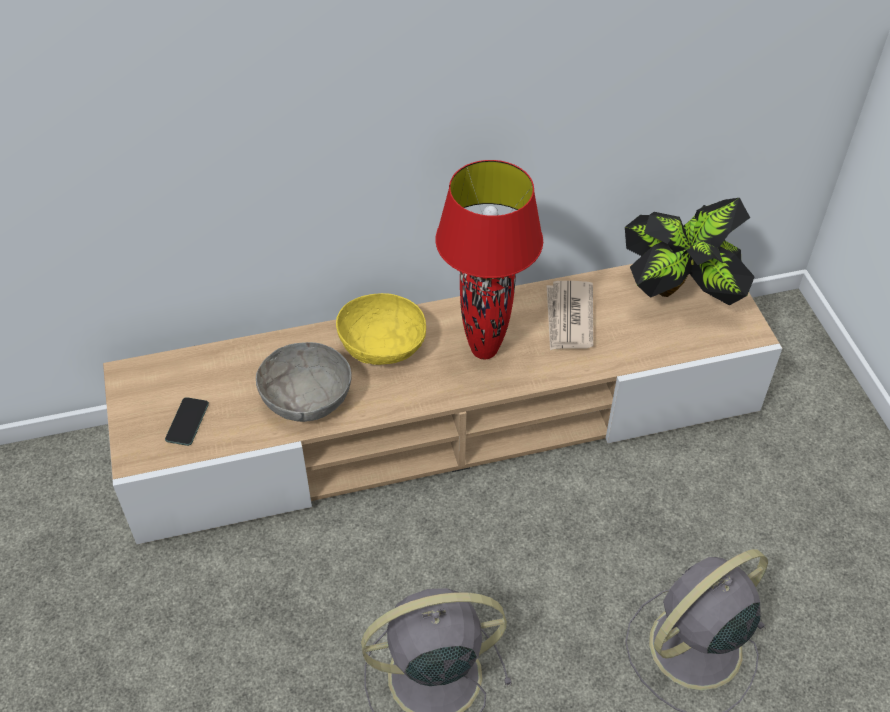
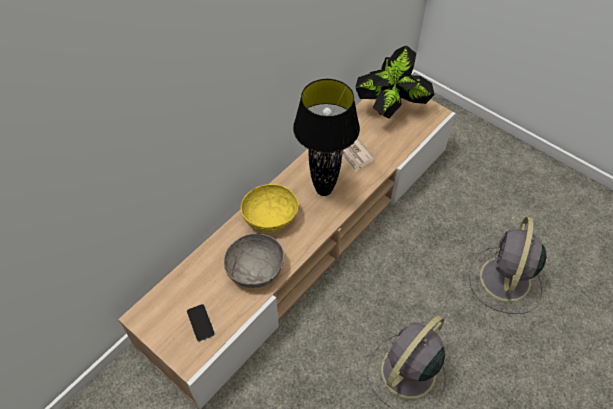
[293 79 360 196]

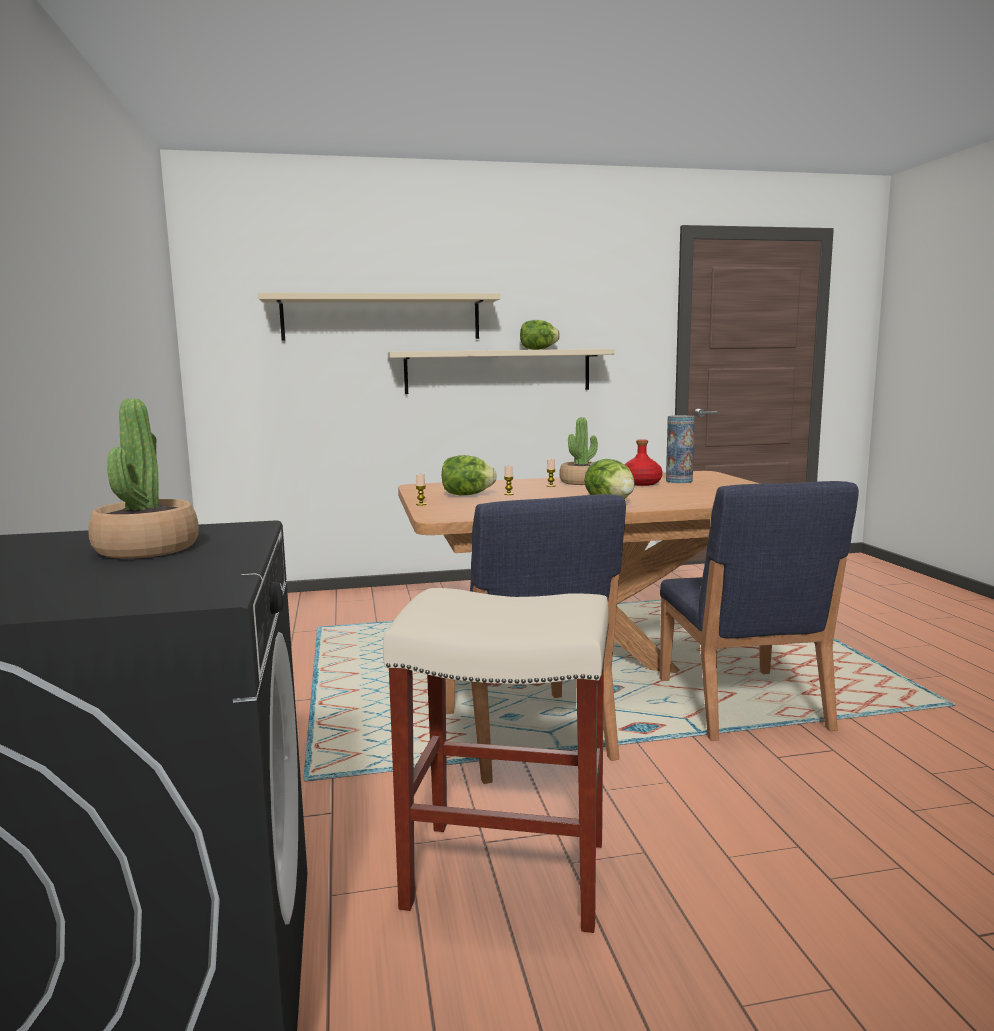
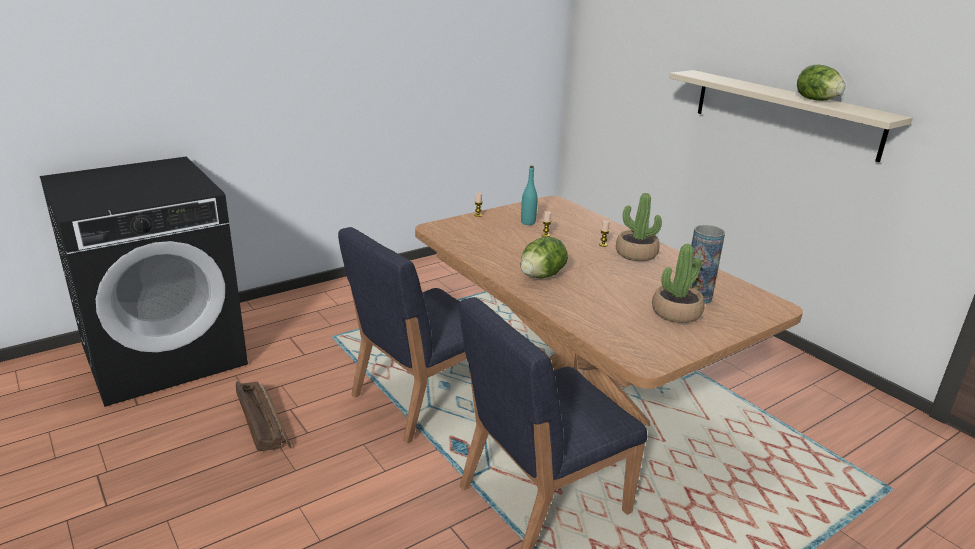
[258 293 500 341] (first image)
[625 439 662 486] (first image)
[652 244 705 323]
[236 381 292 451]
[521 166 537 225]

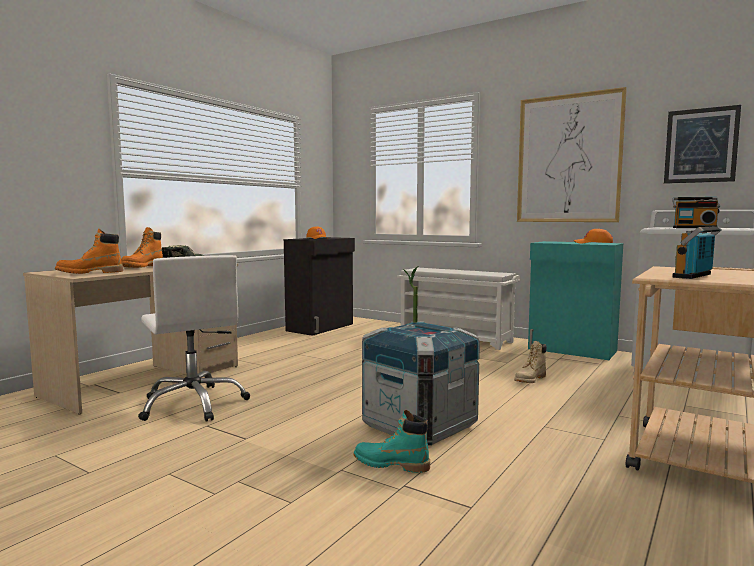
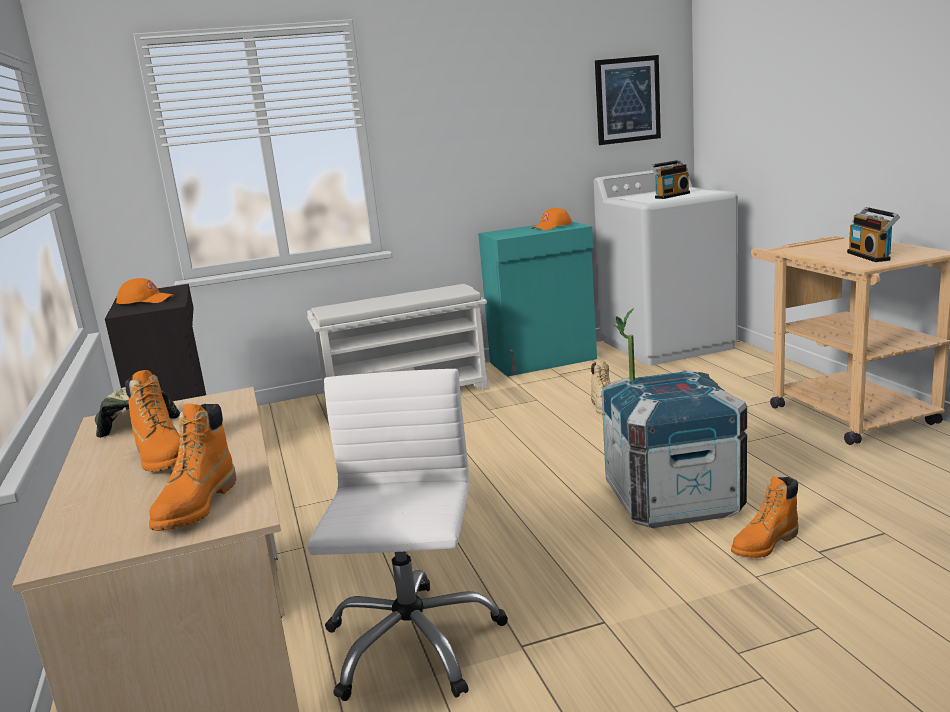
[517 87 627 222] (first image)
[731 477 799 558]
[307 369 508 701]

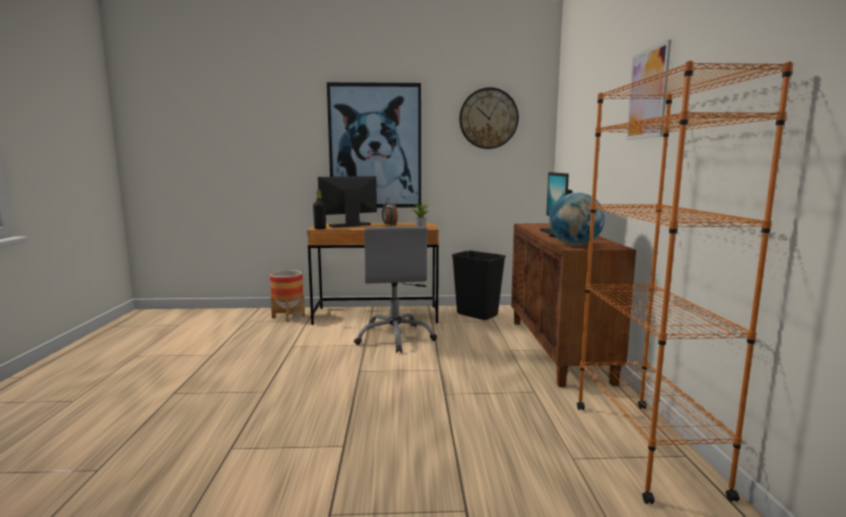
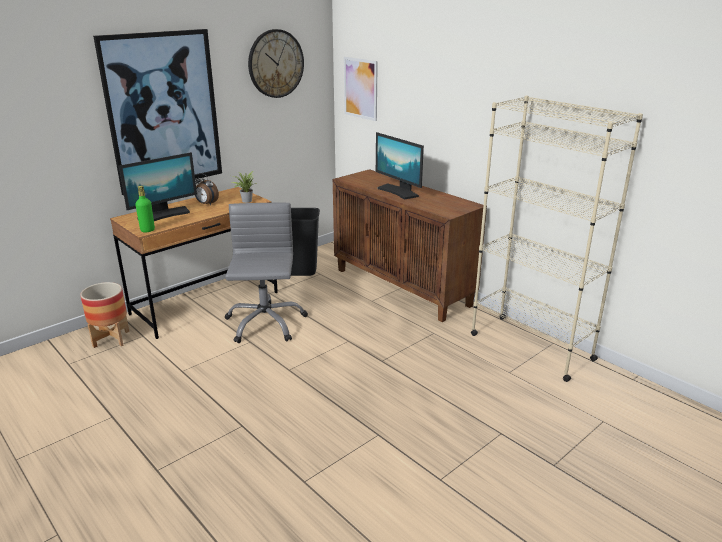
[549 193 605 246] (first image)
[344 57 378 121]
[135 186 155 232]
[471 96 643 382]
[119 152 197 221]
[224 203 308 343]

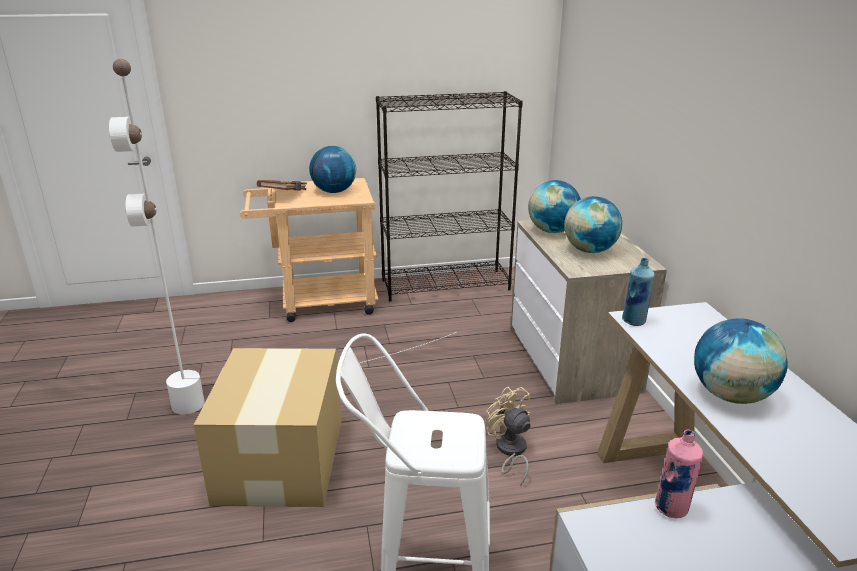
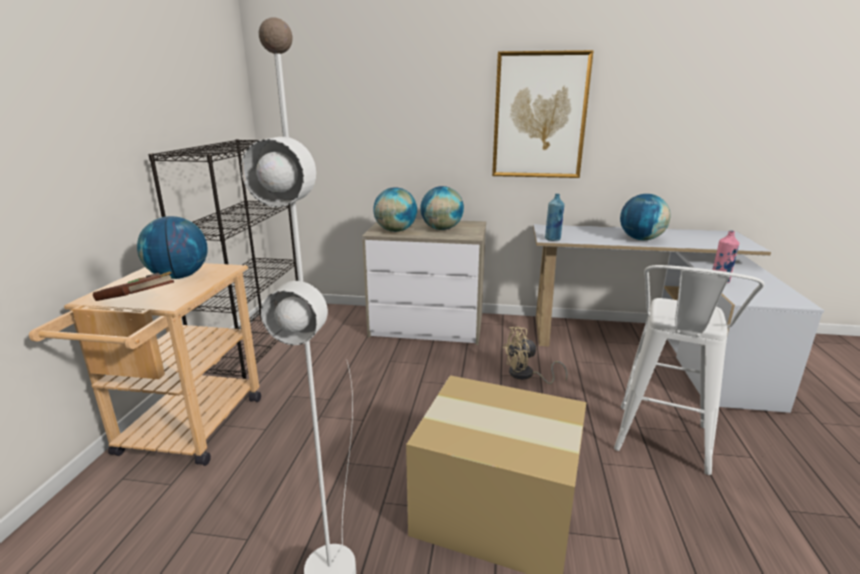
[492 50 594 178]

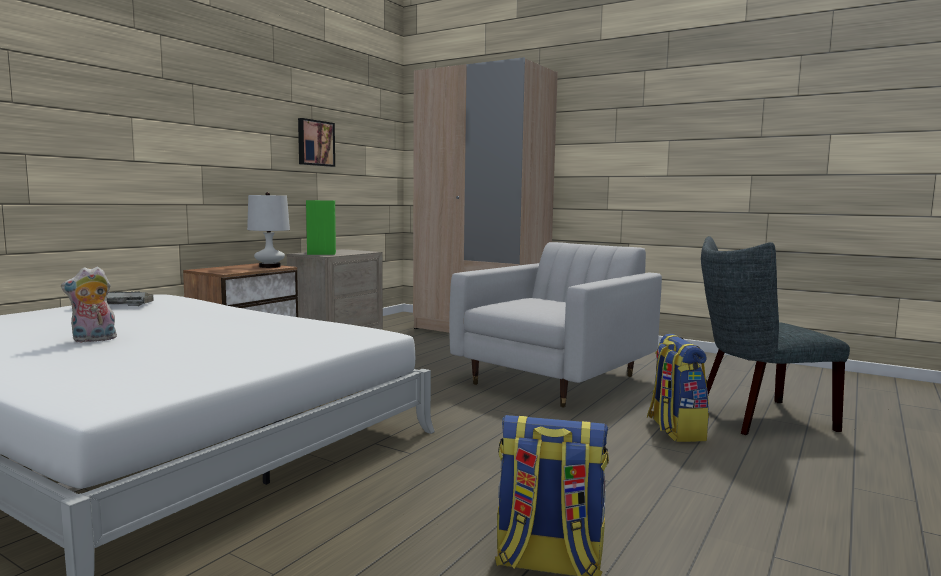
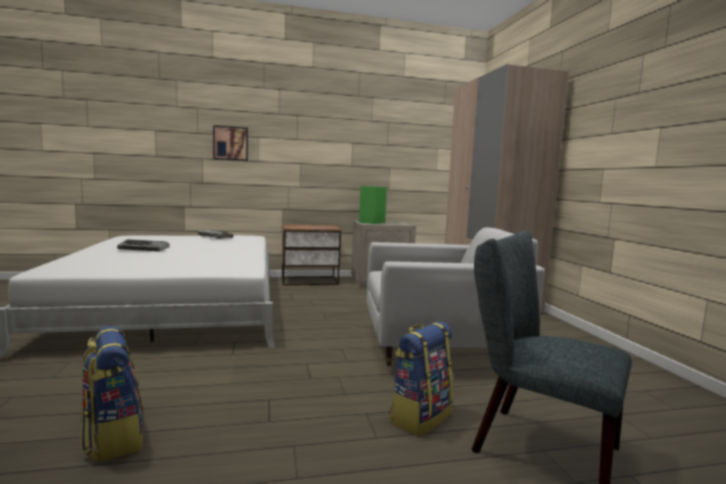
[247 192 290 268] (first image)
[213 125 248 161]
[117 239 170 252]

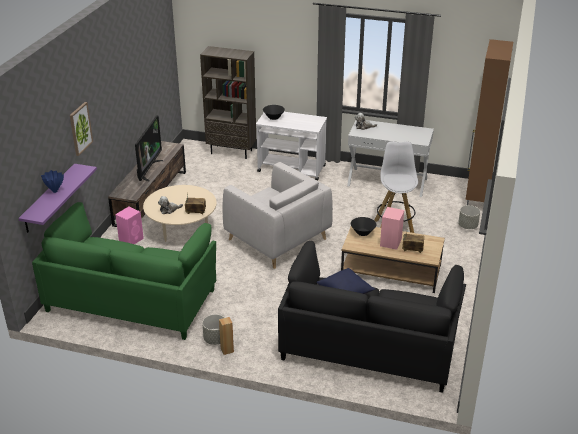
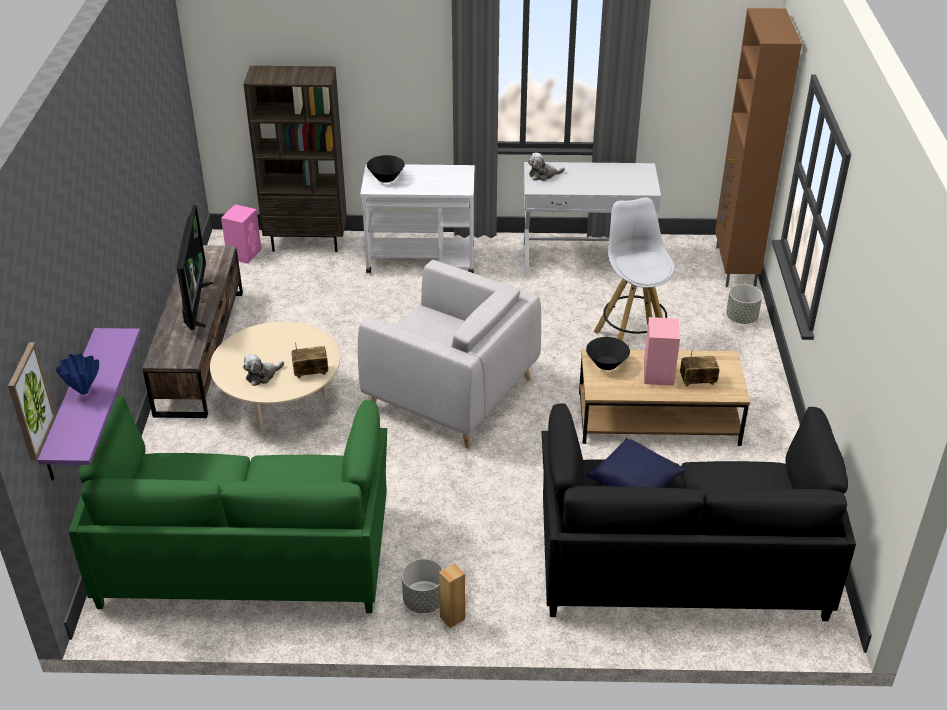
[8 342 56 460]
[221 204 262 264]

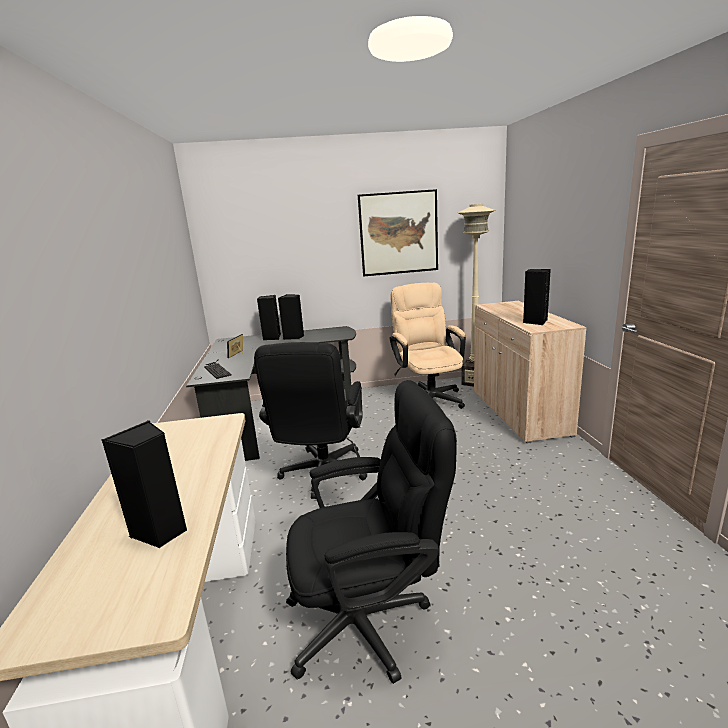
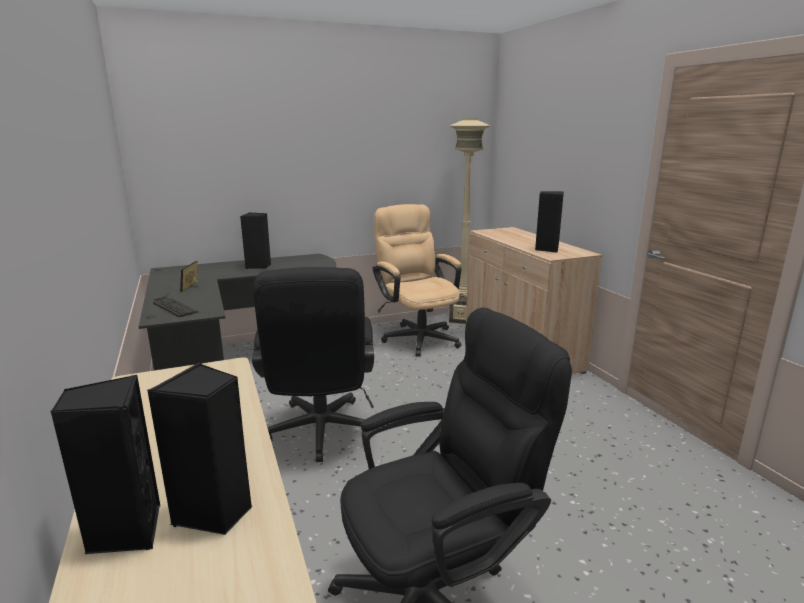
[358 189 438 276] (first image)
[51 375 160 555]

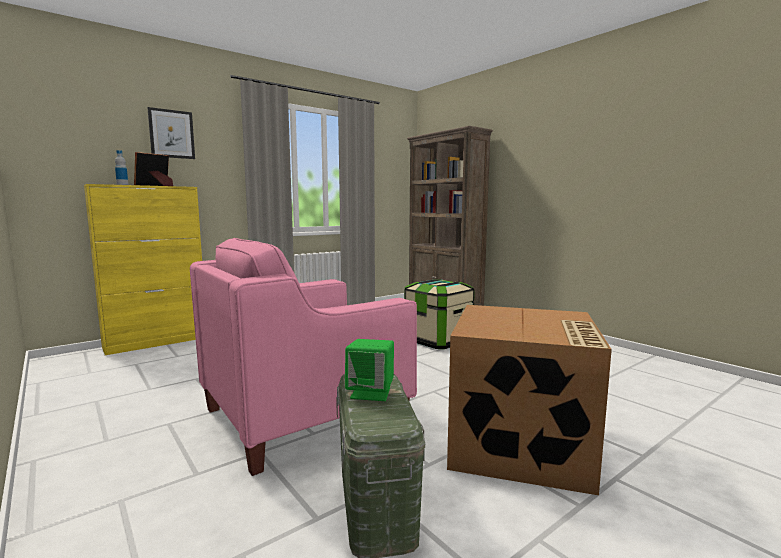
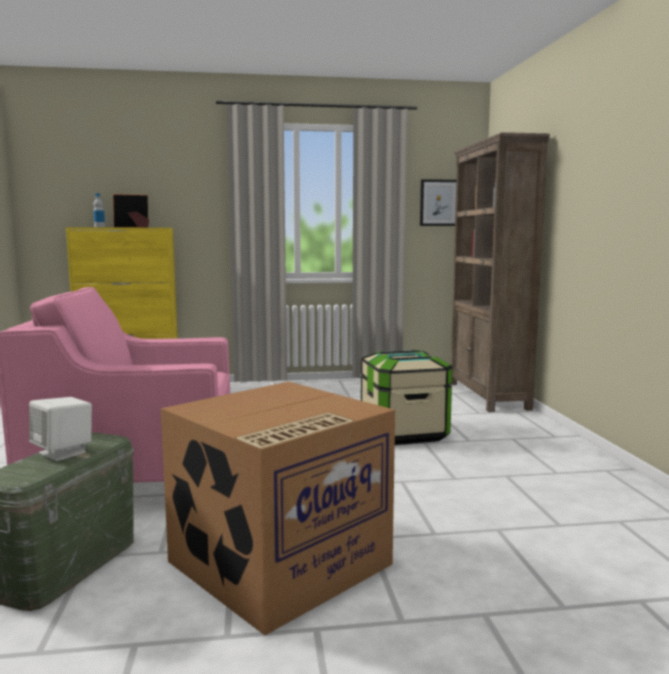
[420 179 456 226]
[29 397 92 461]

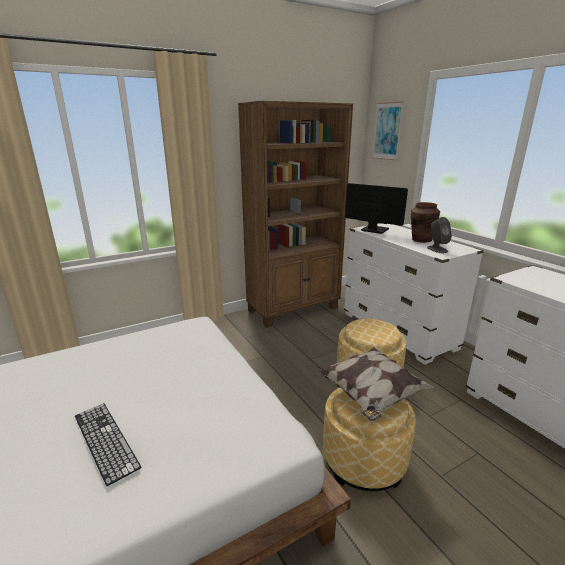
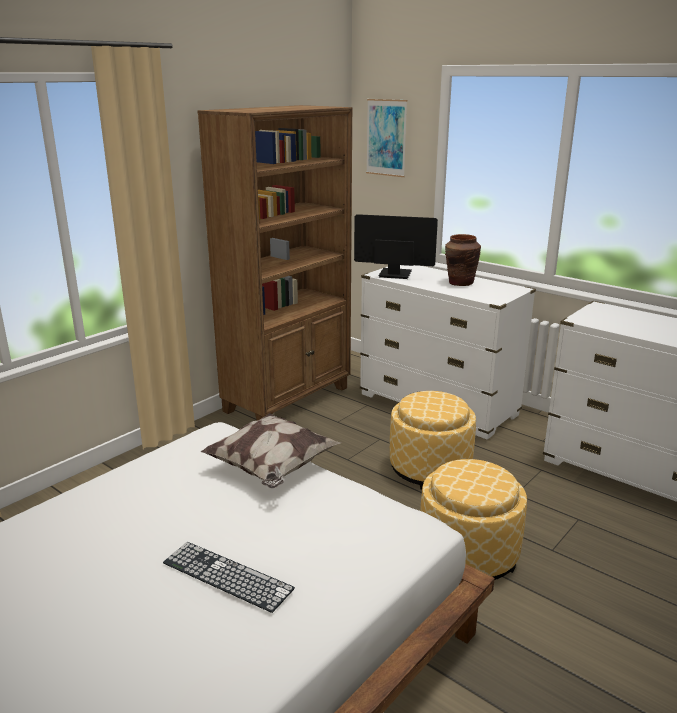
[427 217 452 253] (first image)
[201 413 341 488]

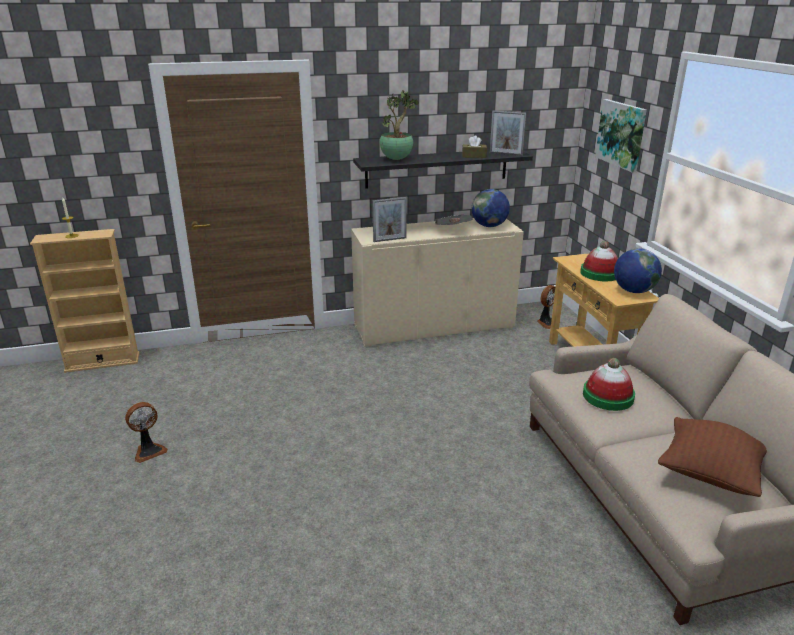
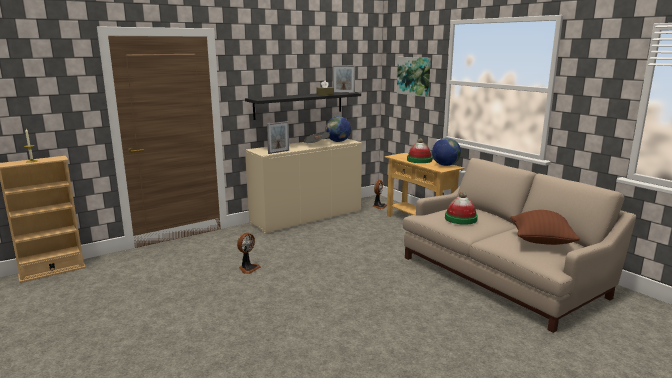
[380 91 419 160] (first image)
[237 233 261 274]

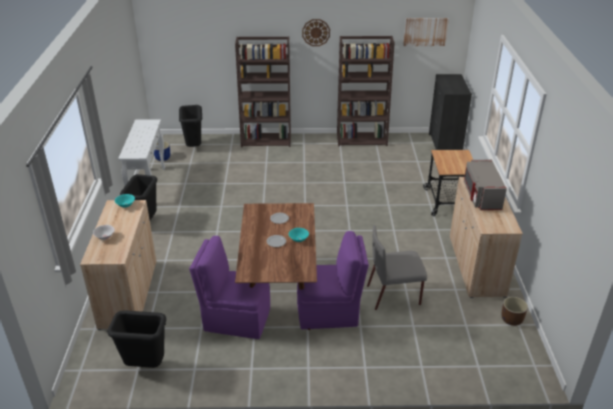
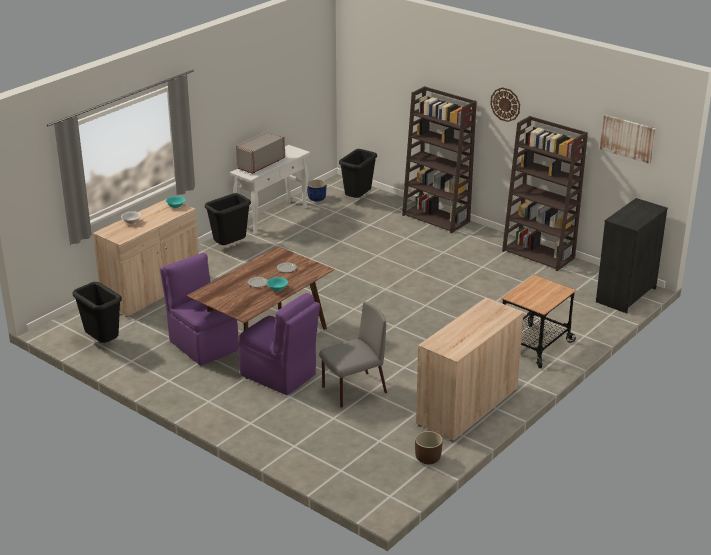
[236 132 285 174]
[319 301 387 408]

